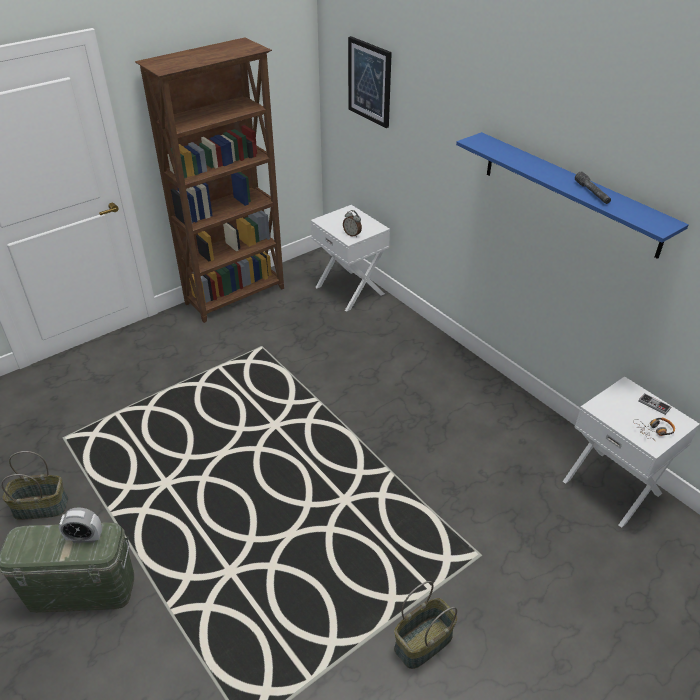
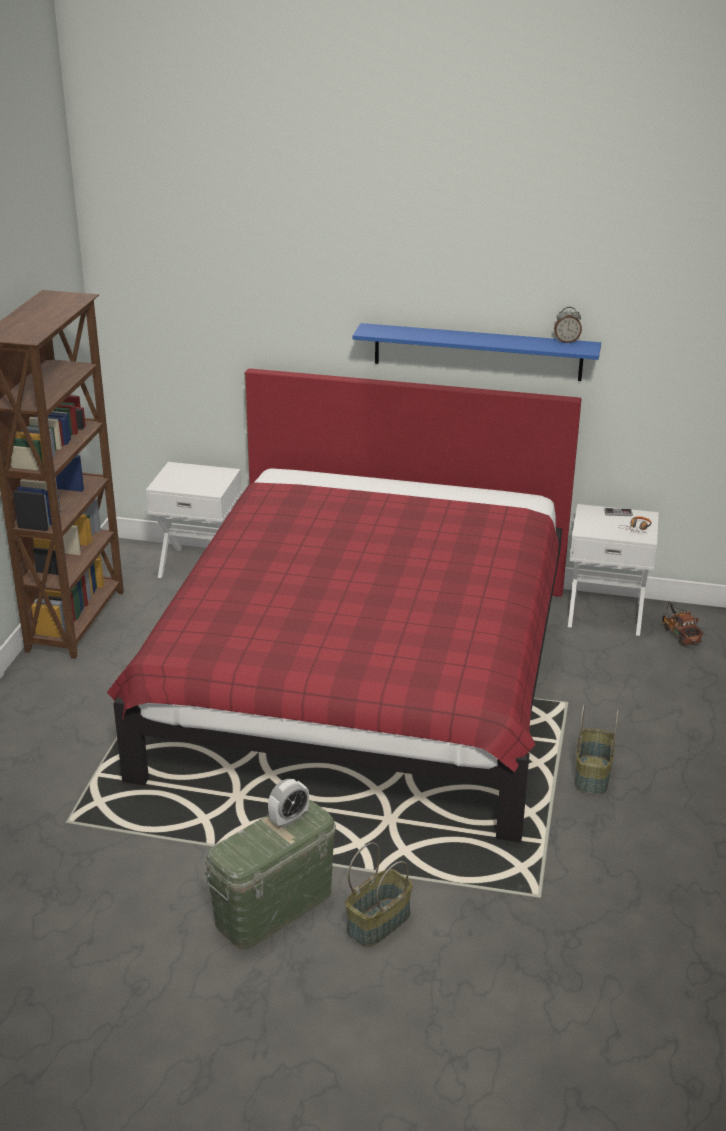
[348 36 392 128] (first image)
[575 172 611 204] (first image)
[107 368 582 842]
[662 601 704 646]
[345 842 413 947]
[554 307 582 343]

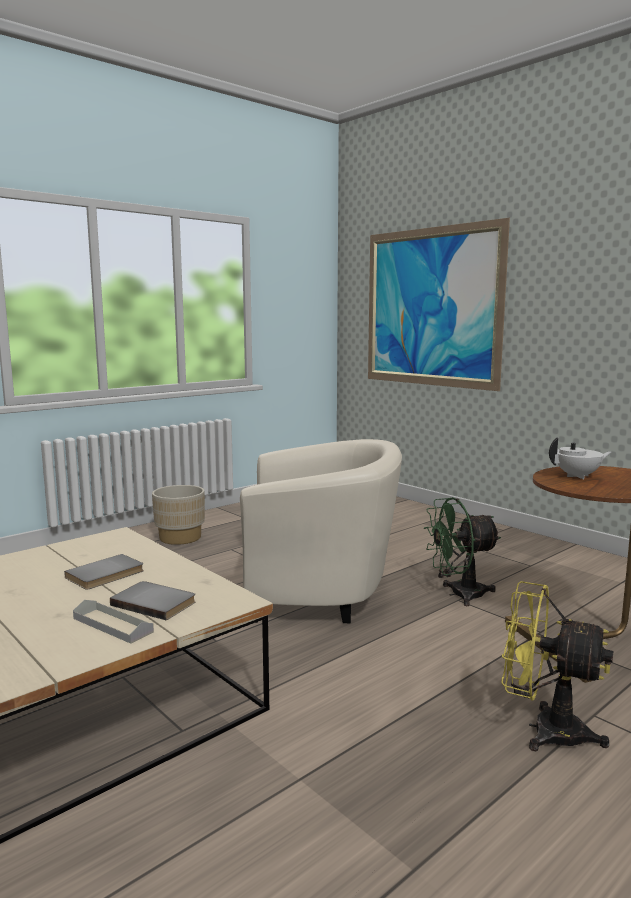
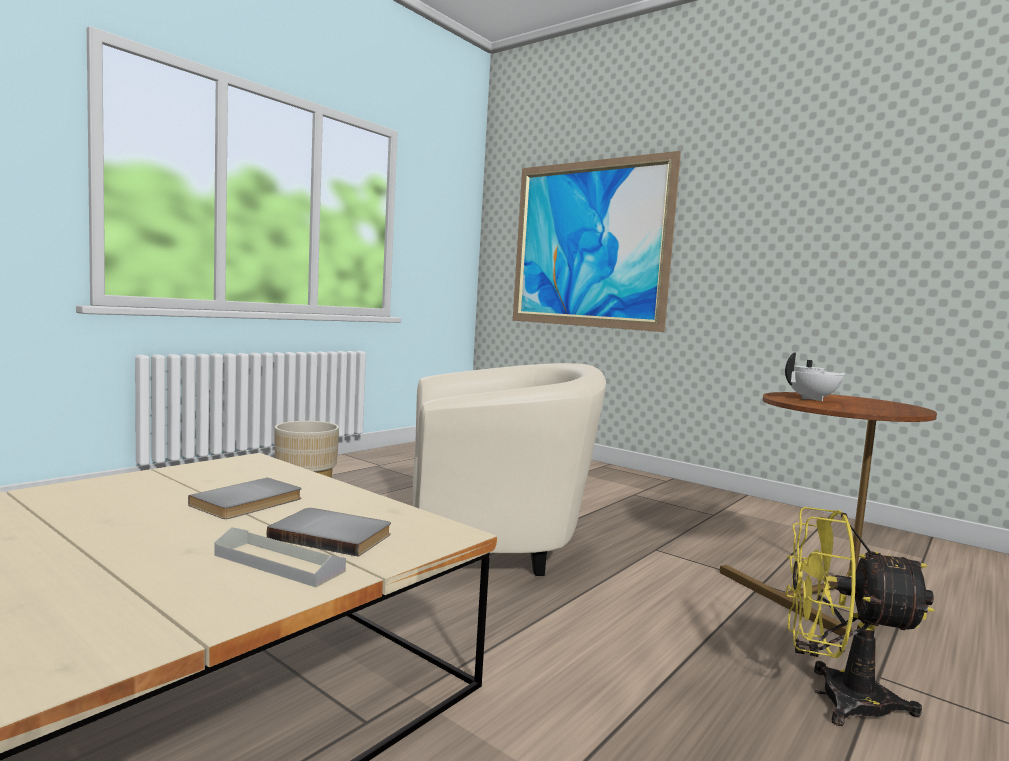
[424 497 501 606] (first image)

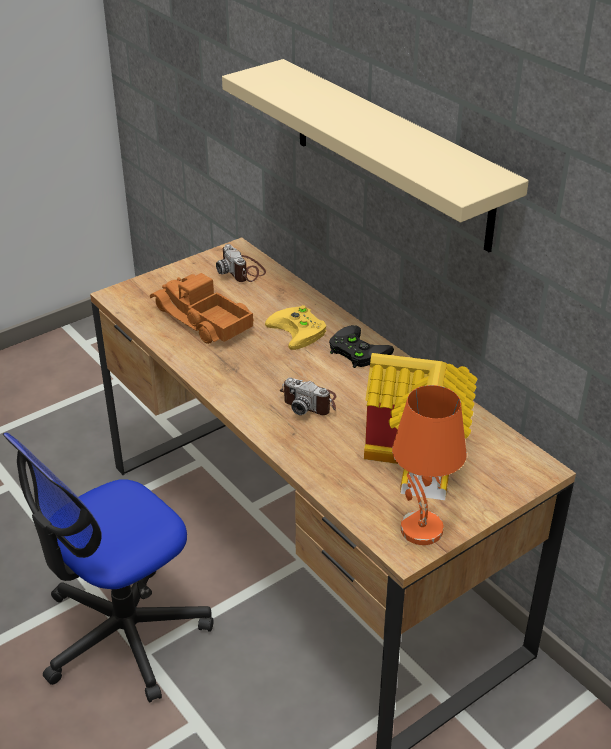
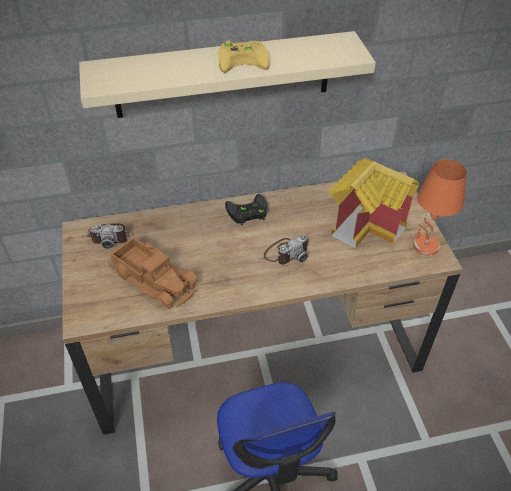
[218 41 269 73]
[111 237 198 308]

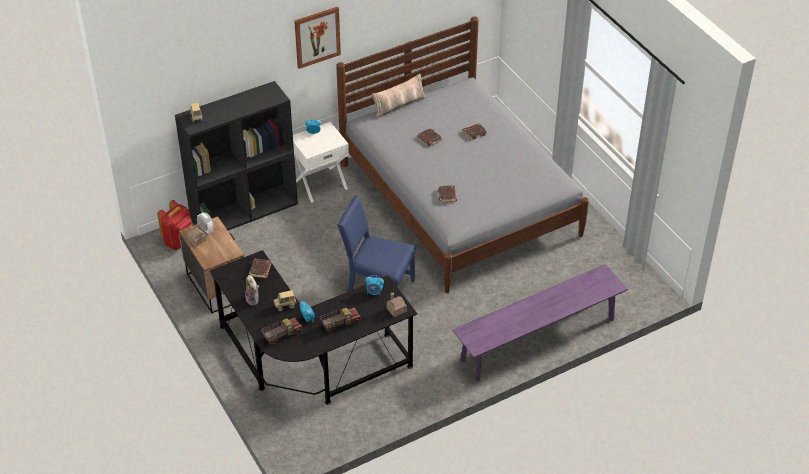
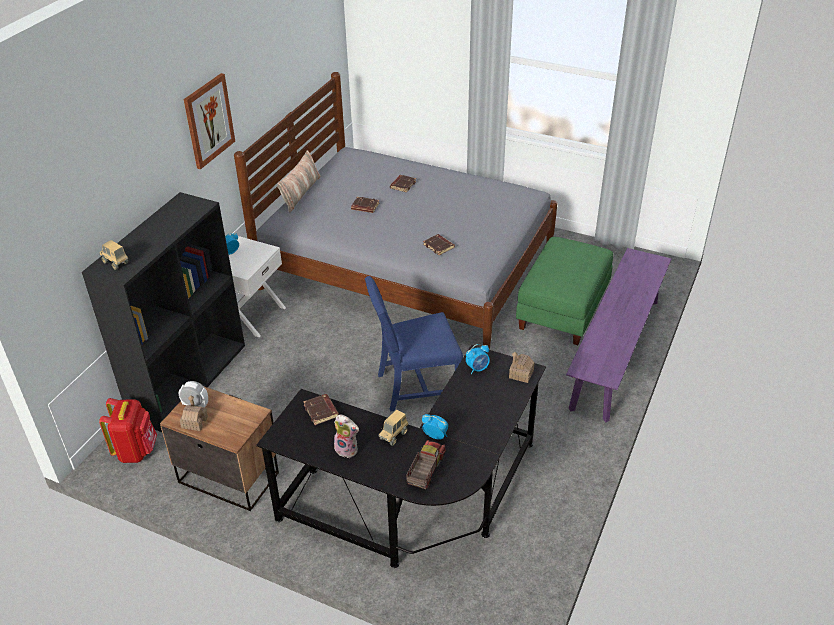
[320 308 361 333] (first image)
[516 237 613 345]

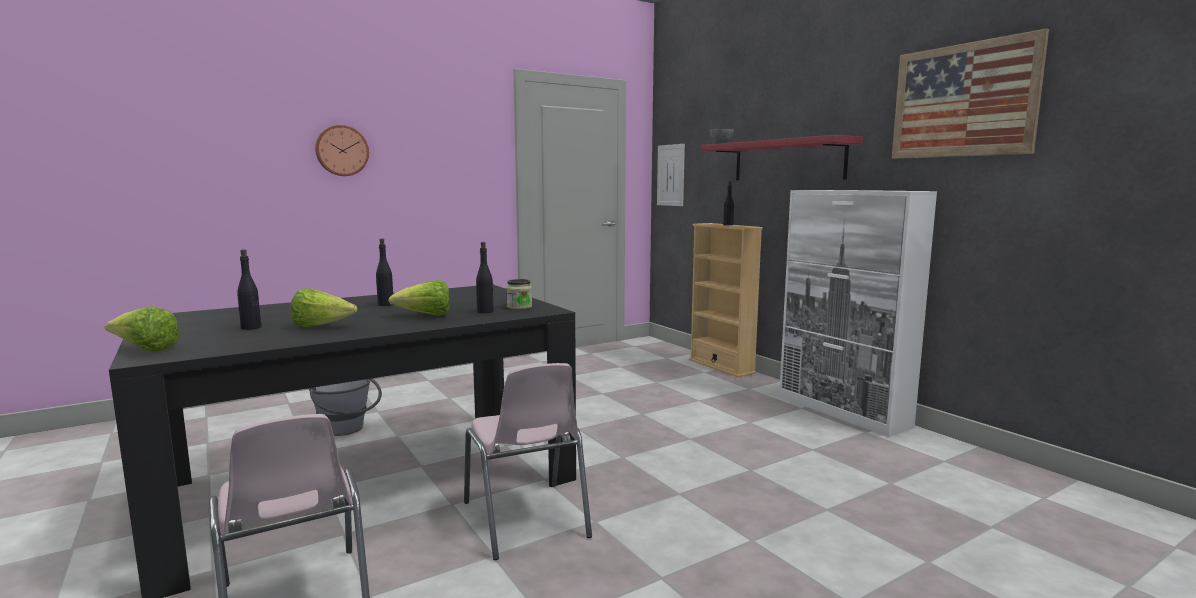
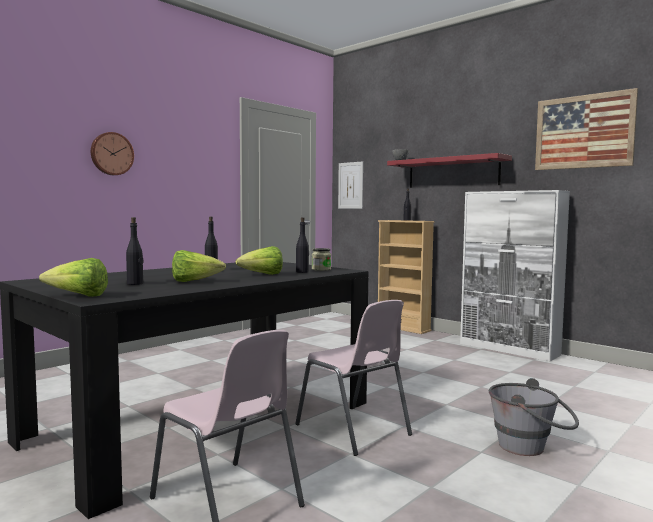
[489 378 579 456]

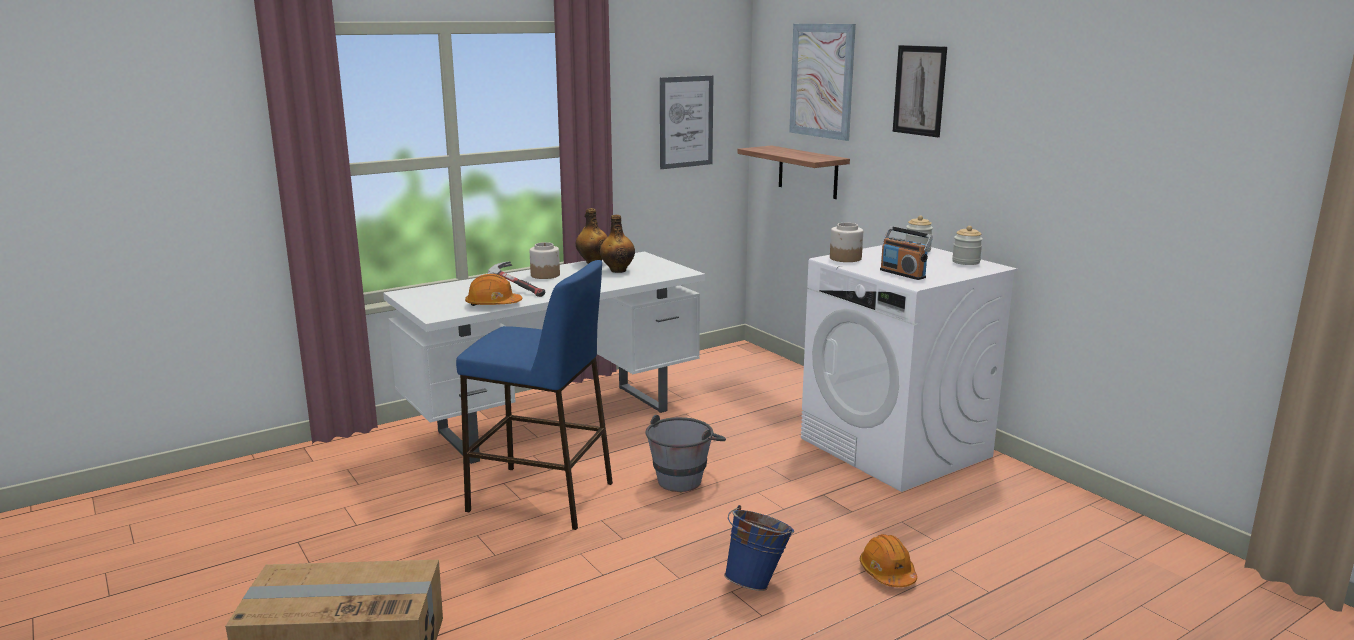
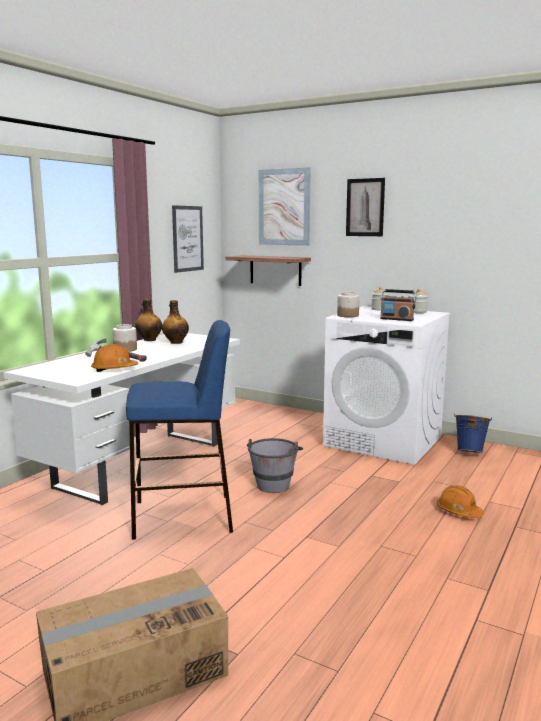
[454 413 492 453]

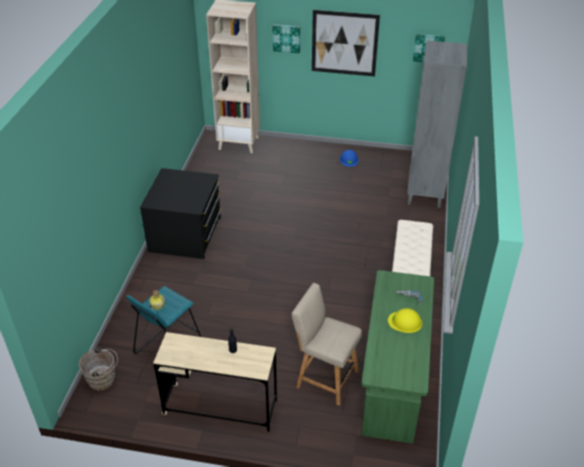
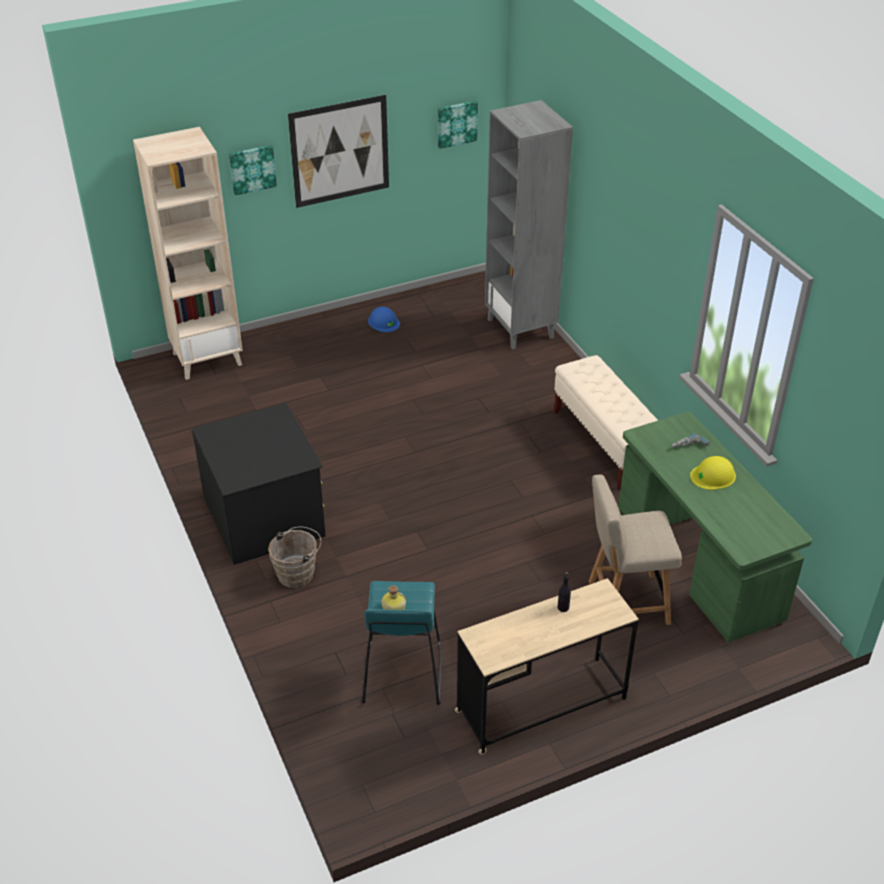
[268 527 321 588]

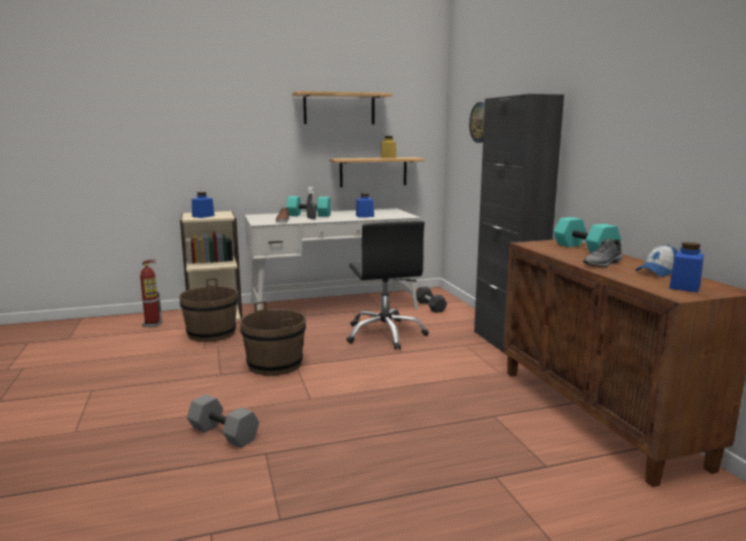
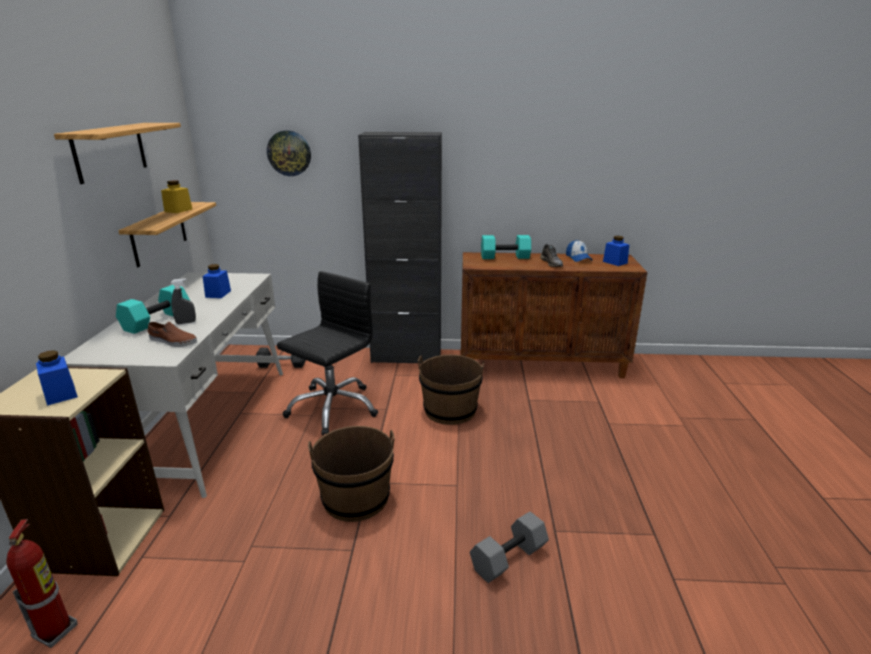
[418 355 484 425]
[277 271 378 436]

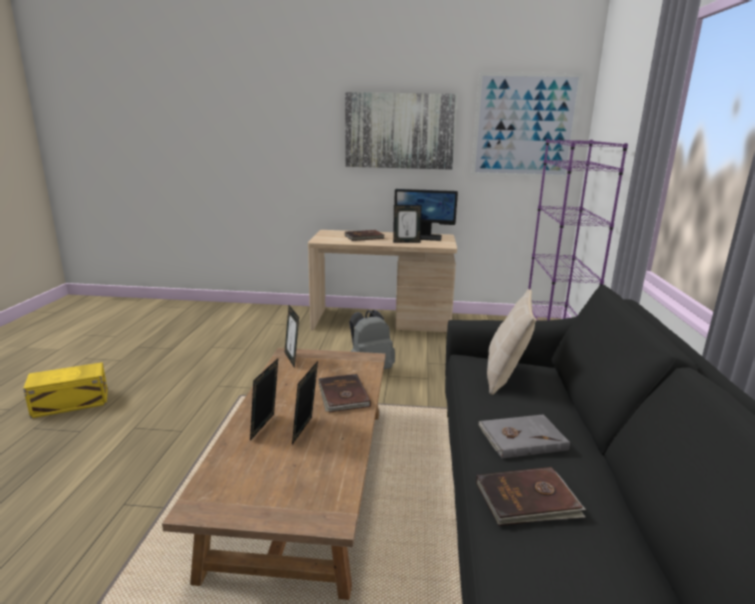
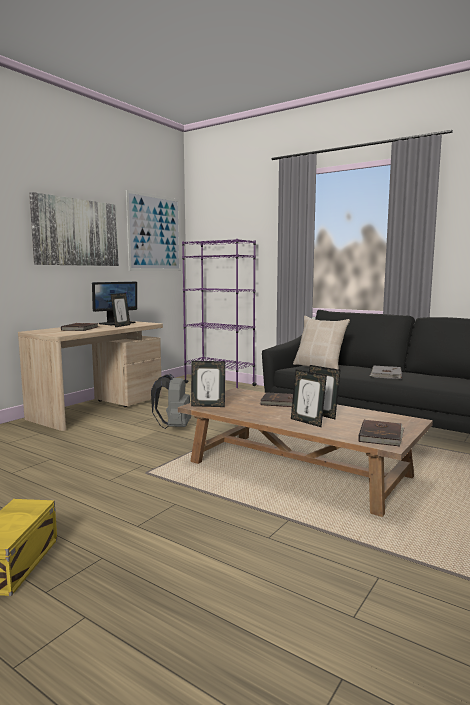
[358 420 404 446]

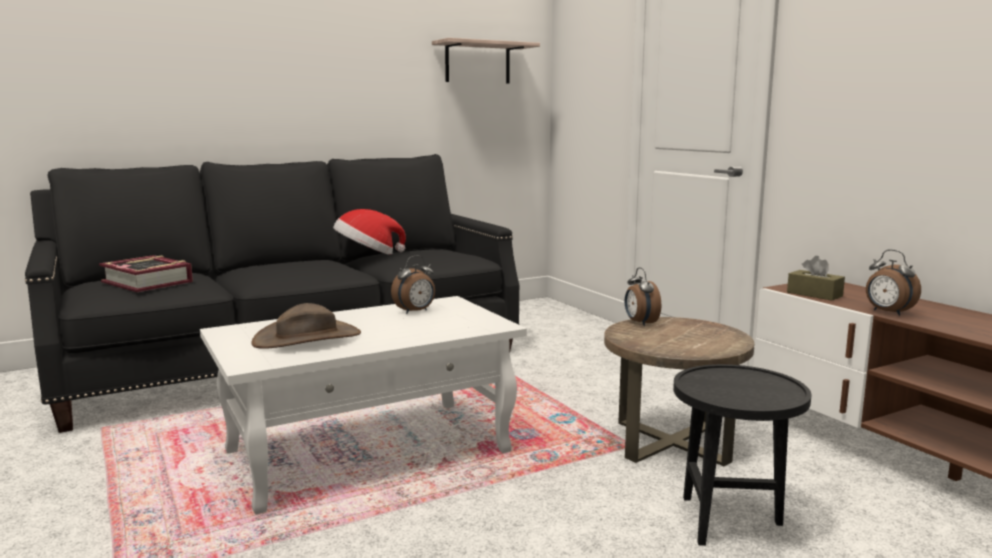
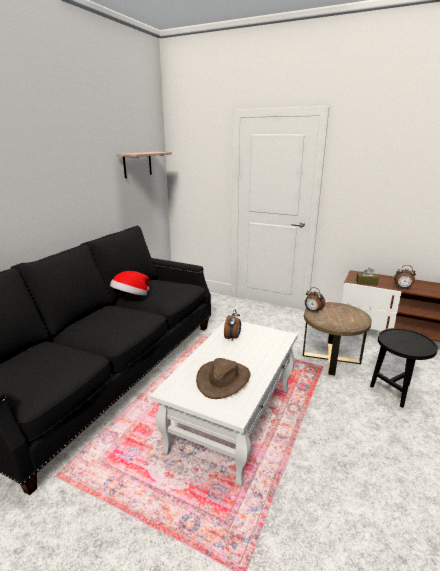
[99 255 193 292] (first image)

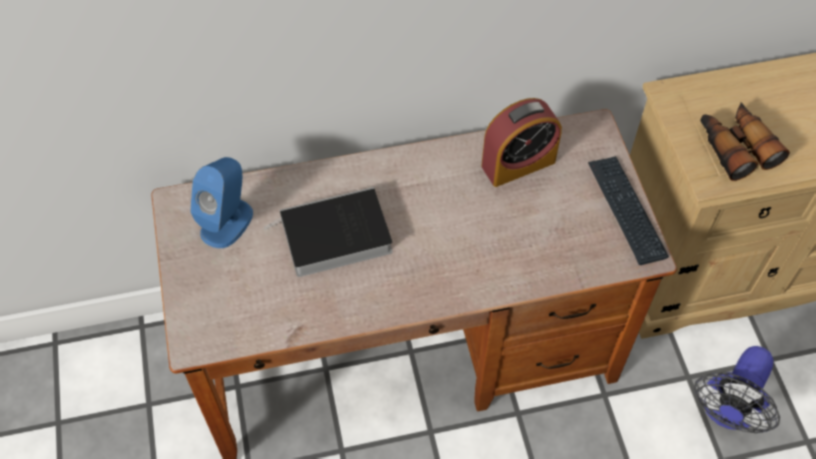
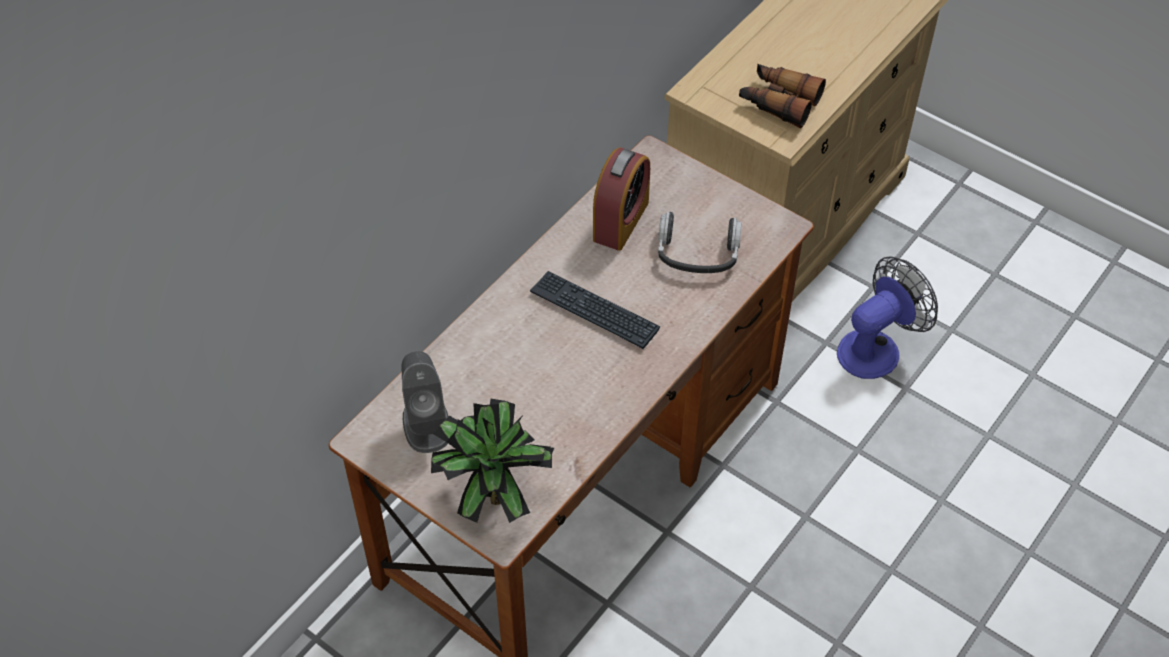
[264 187 393 277] (first image)
[431 398 554 523]
[658 212 742 273]
[530 271 660 349]
[401 351 448 453]
[837 256 938 379]

